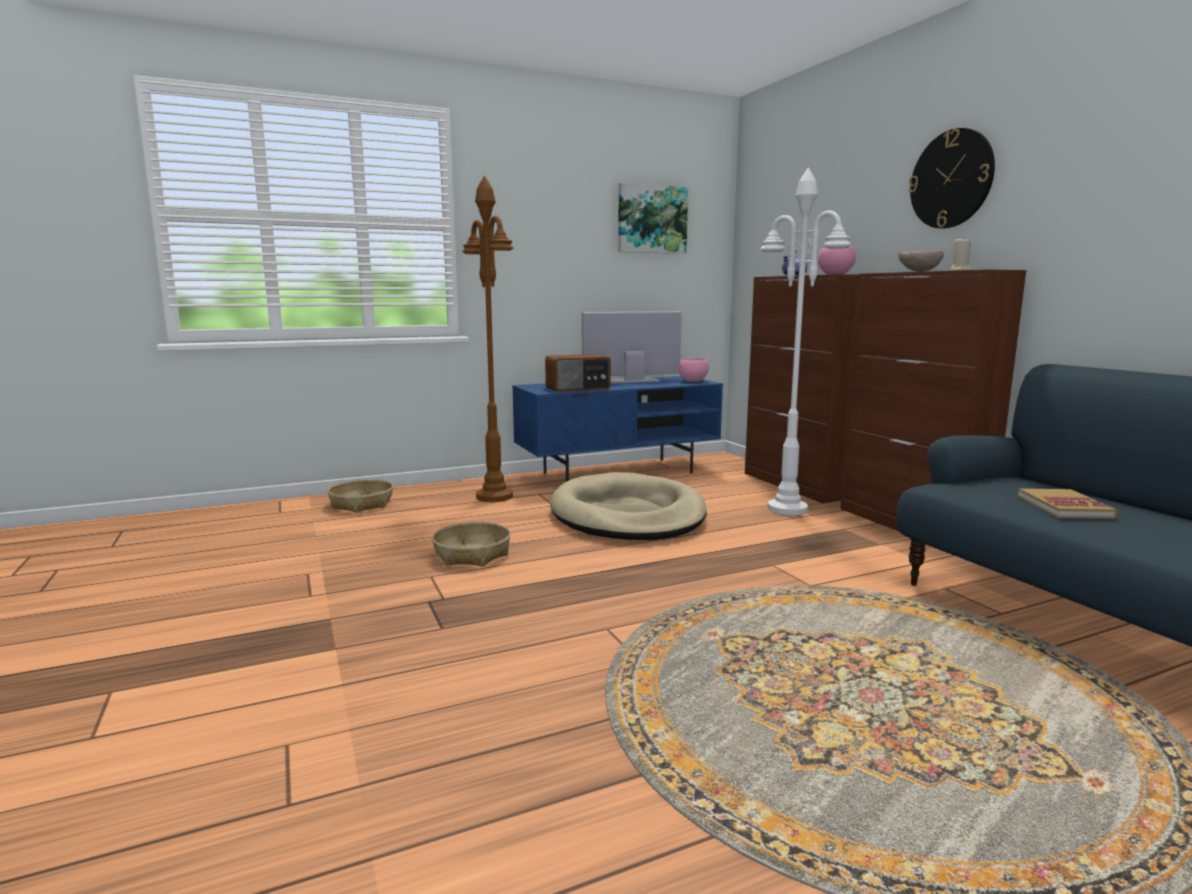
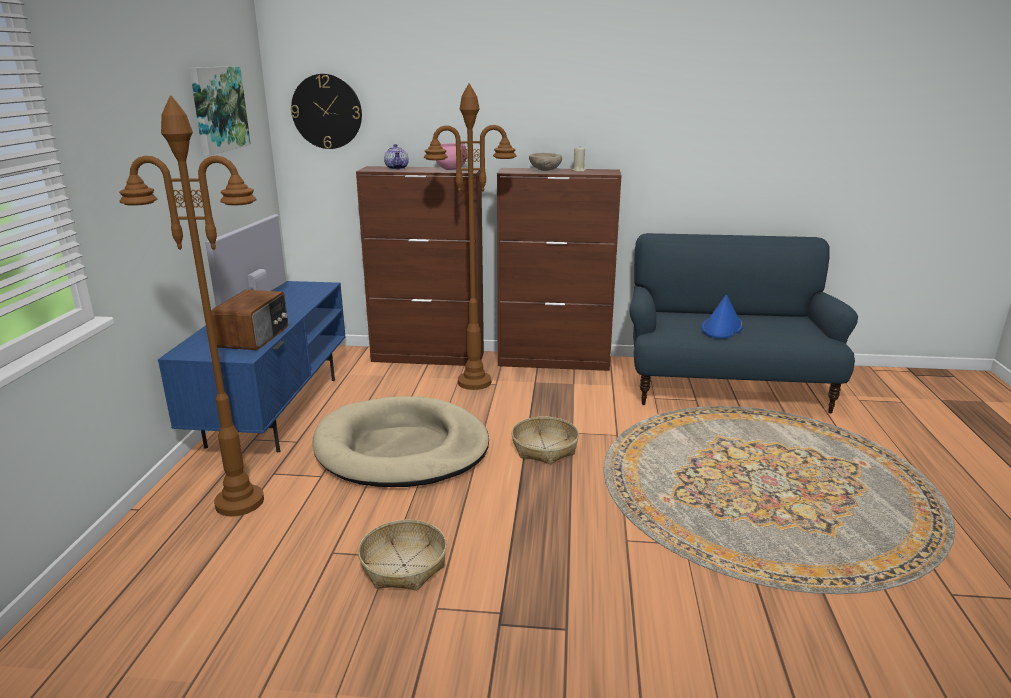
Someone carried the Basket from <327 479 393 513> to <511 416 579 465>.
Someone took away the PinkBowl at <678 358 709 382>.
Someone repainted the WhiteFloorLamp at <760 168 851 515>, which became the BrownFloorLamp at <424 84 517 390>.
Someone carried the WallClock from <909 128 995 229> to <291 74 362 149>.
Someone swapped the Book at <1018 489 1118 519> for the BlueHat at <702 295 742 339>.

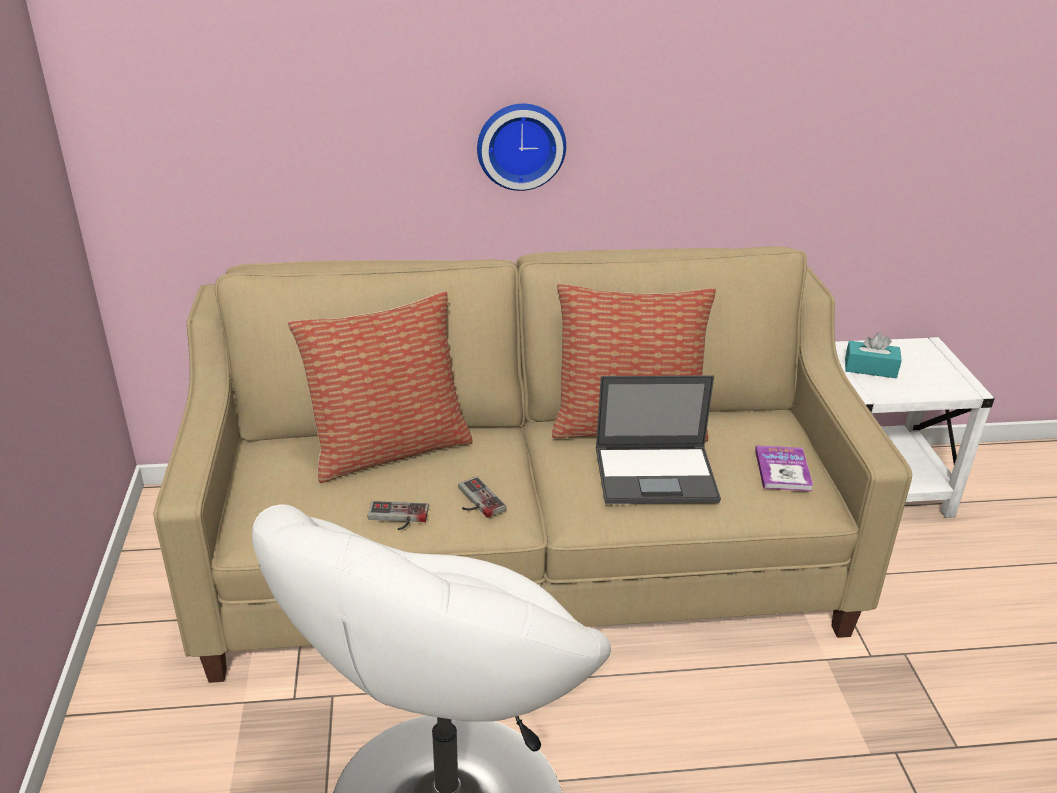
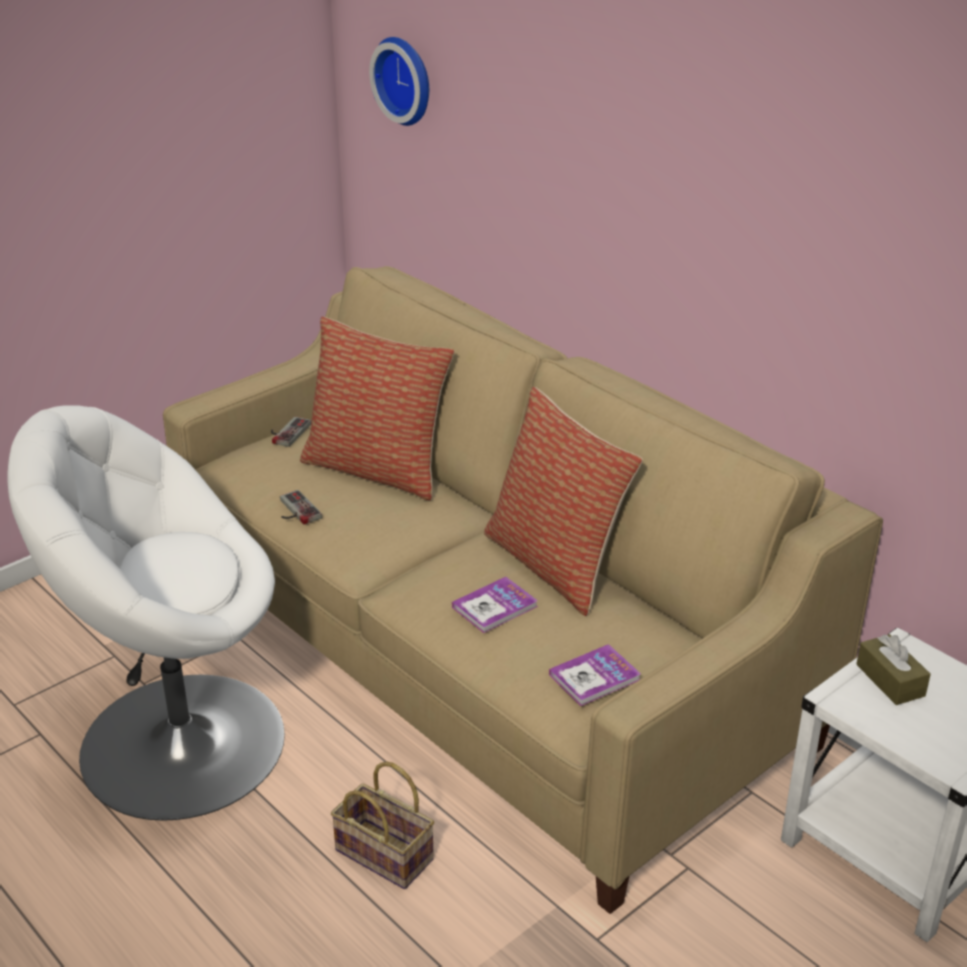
Someone carried the GameController from <458 476 506 518> to <271 417 311 447>.
Someone carried the WallClock from <477 104 566 191> to <369 37 429 126>.
Someone swapped the Laptop at <596 375 721 504> for the Book at <452 577 538 633>.
Someone repainted the TurquoiseTissueBox at <845 332 902 378>, which became the BrownTissueBox at <856 634 931 705>.
Someone put down the Basket at <331 762 434 889>.

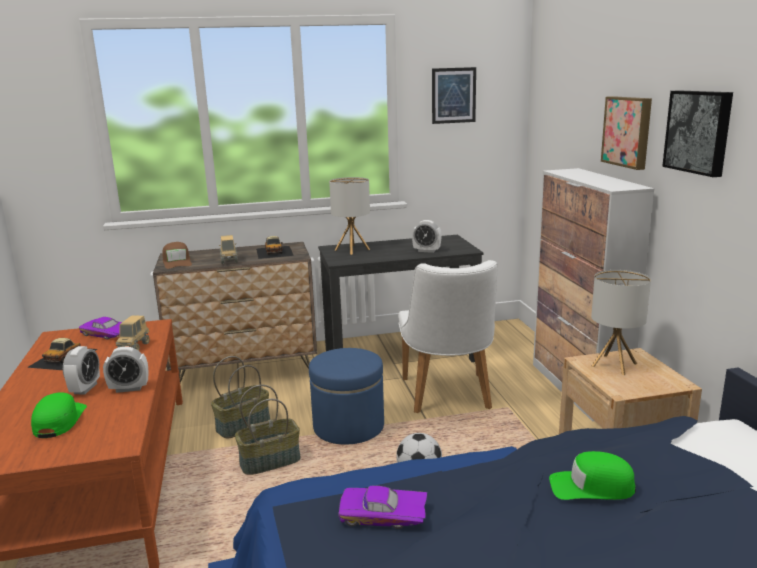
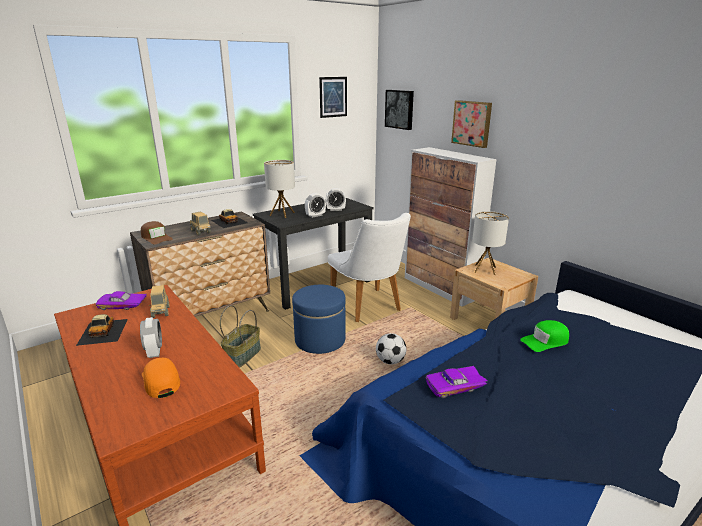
Someone repainted the GreenCap at <31 392 87 438>, which became the OrangeCap at <142 358 180 398>.
Someone carried the AlarmClock from <103 347 148 393> to <305 193 326 218>.
Someone took away the Basket at <235 385 301 475>.
Someone carried the Picture from <662 90 733 177> to <385 90 414 130>.

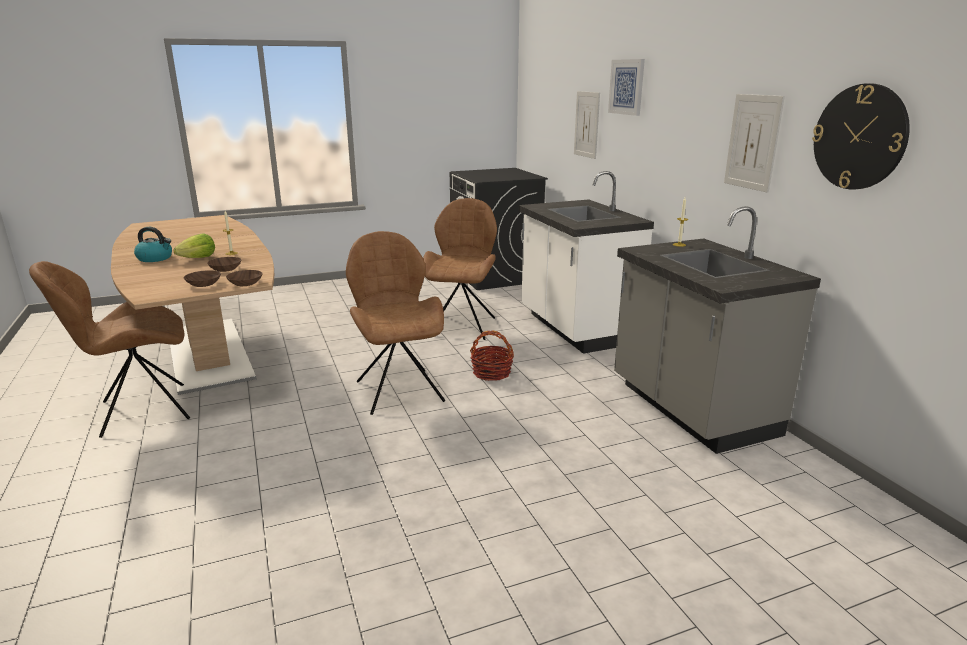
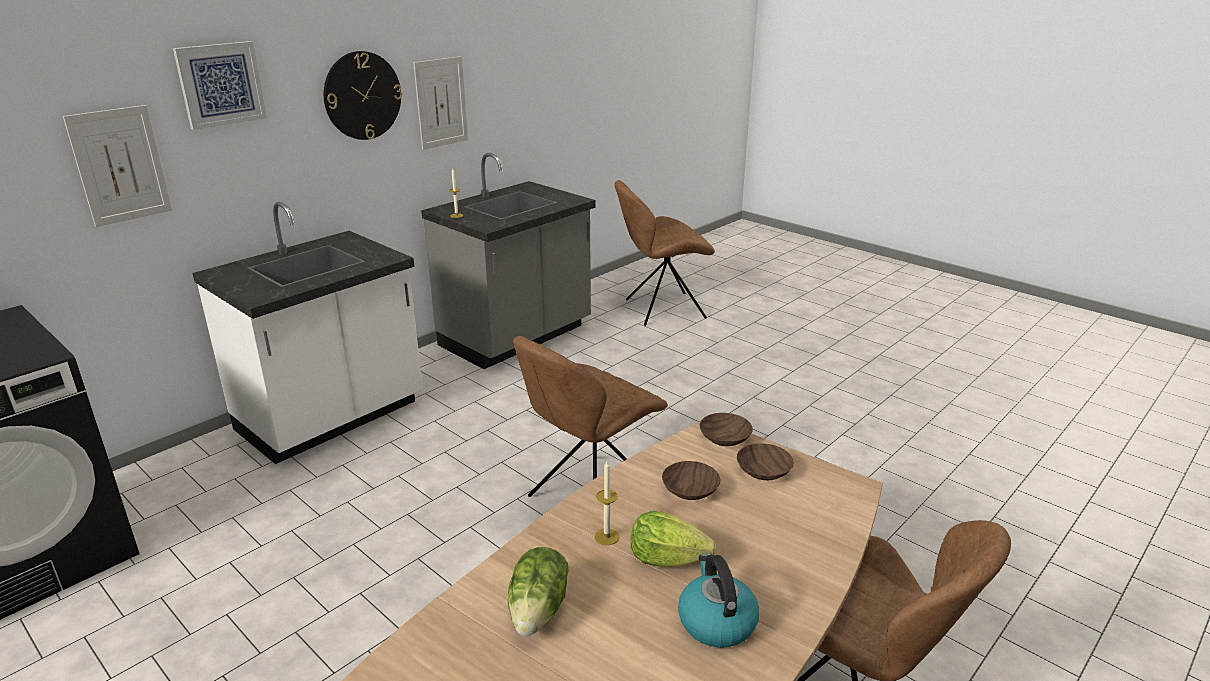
Someone carried the BrownChair from <423 198 497 340> to <614 180 715 326>.
Someone took away the Basket at <470 330 514 381>.
Someone carried the WallClock from <812 83 910 190> to <324 51 402 140>.
Someone put down the Lettuce at <508 547 569 636>.

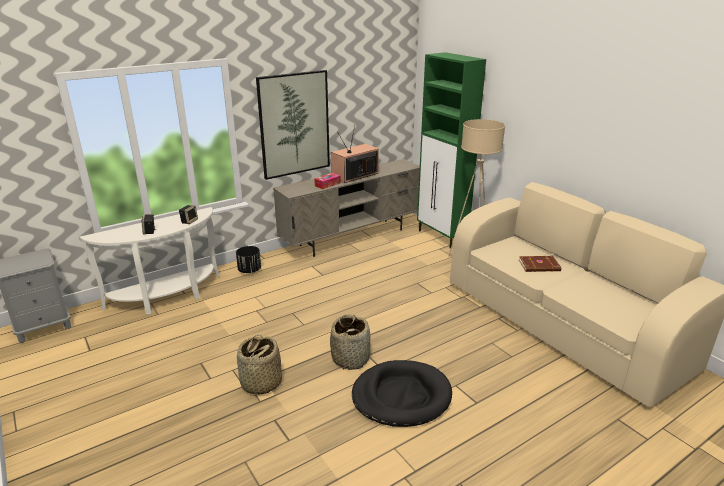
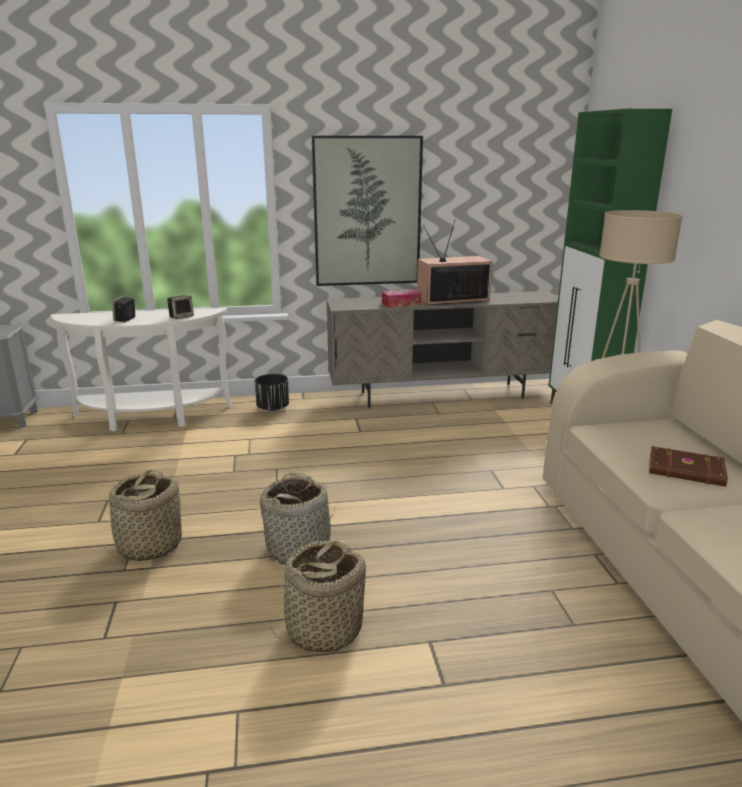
Someone swapped the BlackDogBed at <352 360 452 427> for the Basket at <271 541 366 652>.

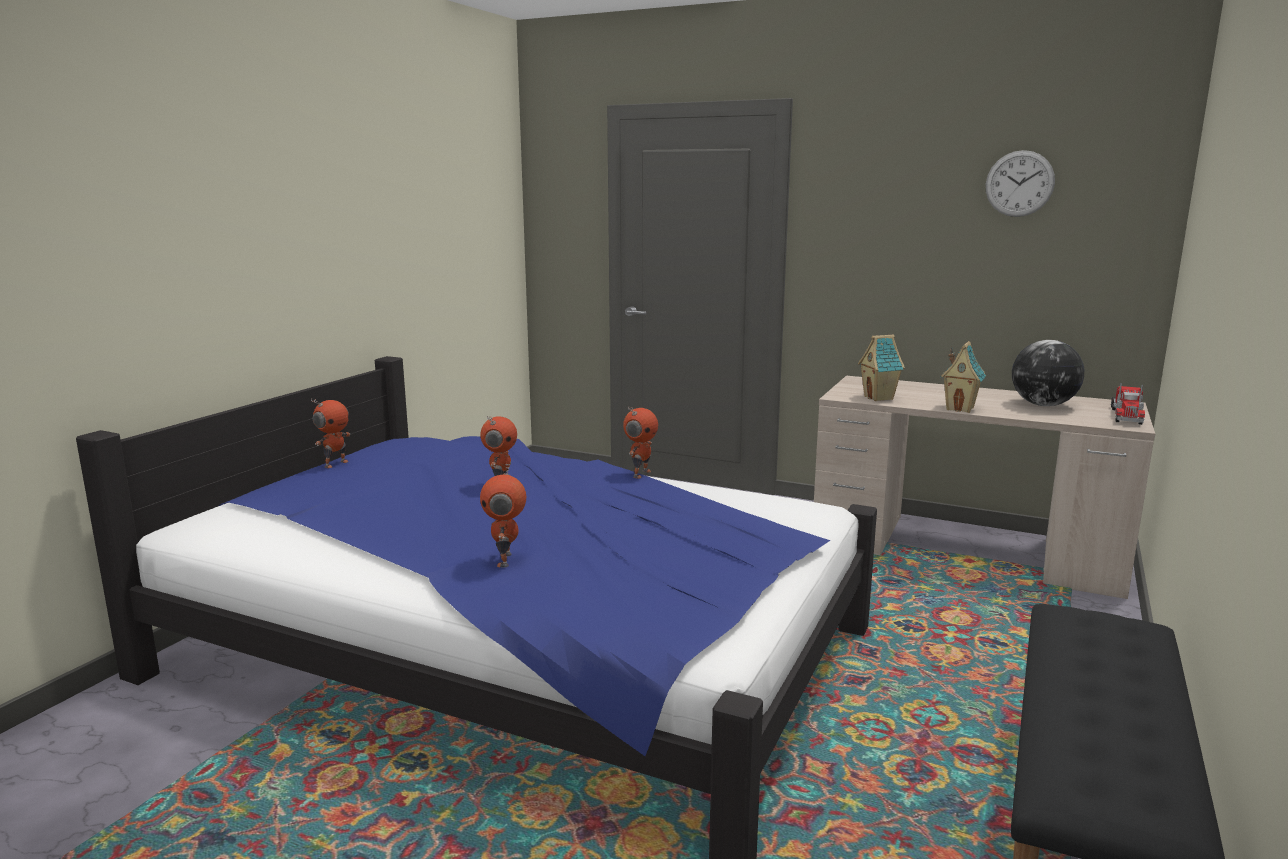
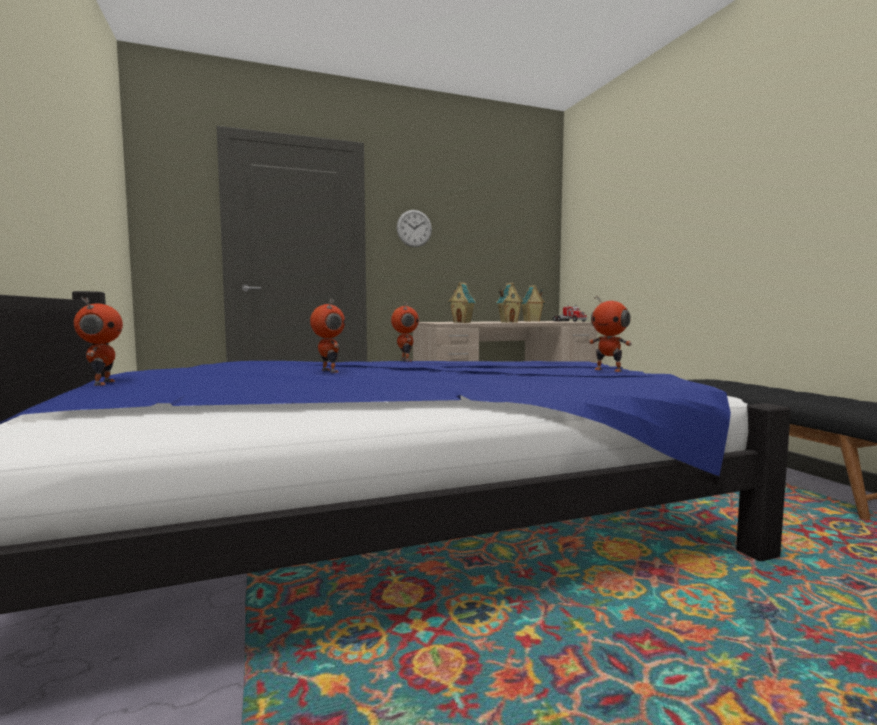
Someone carried the ToyRobot from <480 462 526 568> to <589 295 632 372>.
Someone carried the WallClock from <986 150 1055 217> to <397 210 432 247>.
Someone swapped the Globe at <1012 340 1084 406> for the ToyHouse at <521 285 545 322>.

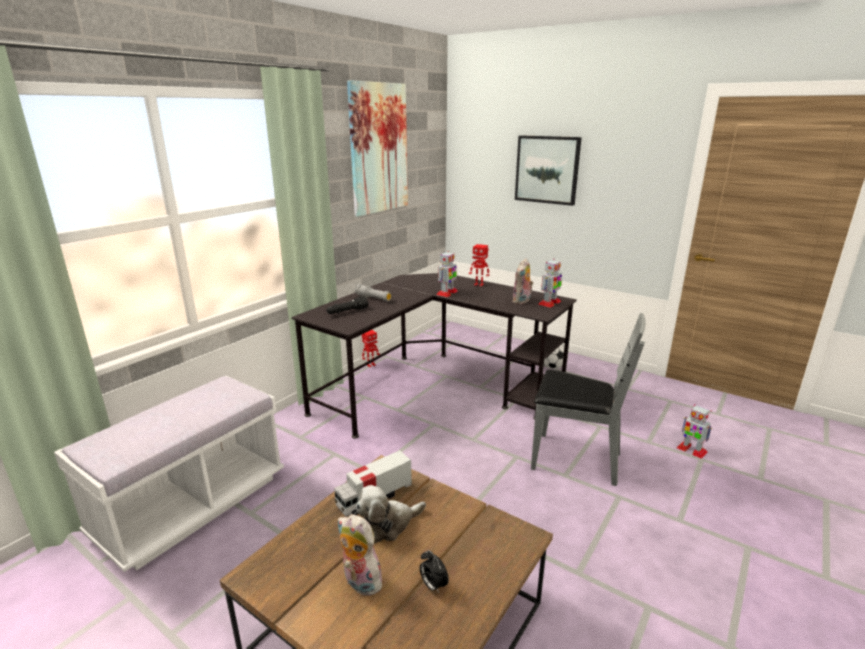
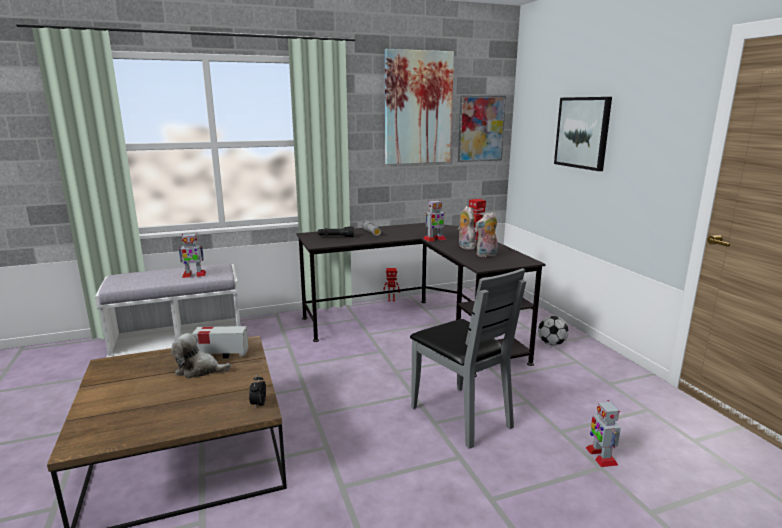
Someone carried the PlushToy from <338 514 386 596> to <458 206 476 250>.
Someone carried the AlarmClock from <420 550 449 594> to <249 374 266 410>.
Someone carried the ToyRobot from <538 259 562 308> to <178 233 206 278>.
Someone put up the Picture at <458 96 506 162>.

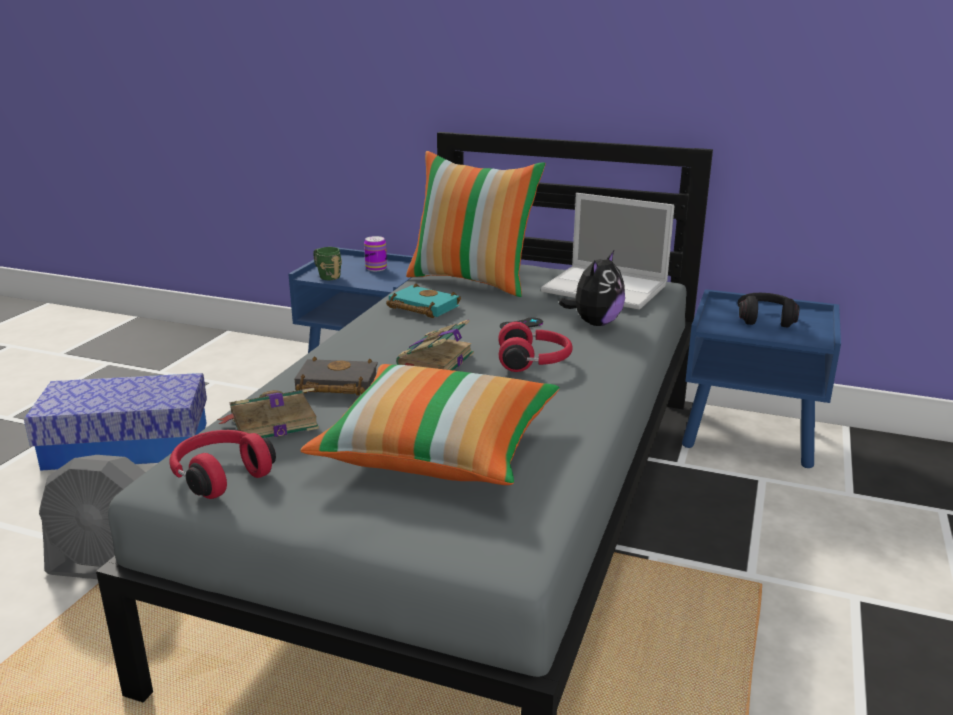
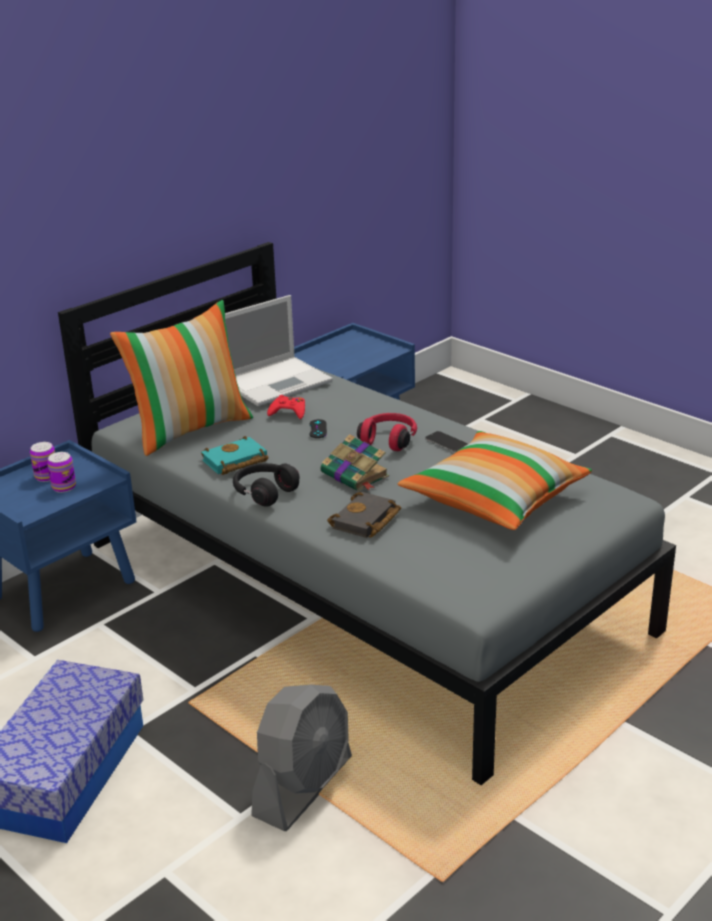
Someone took away the RedHeadphones at <169 430 276 499>.
Someone took away the Book at <217 388 319 438>.
Someone took away the GreenMug at <313 247 342 280>.
Someone took away the PlushToy at <559 251 625 326>.
Someone carried the BlackHeadphones from <738 293 799 327> to <233 463 300 507>.
Someone put down the Can at <47 452 76 493>.
Someone put down the RedGameController at <267 395 305 419>.
Someone put down the Phone at <425 431 468 452>.

